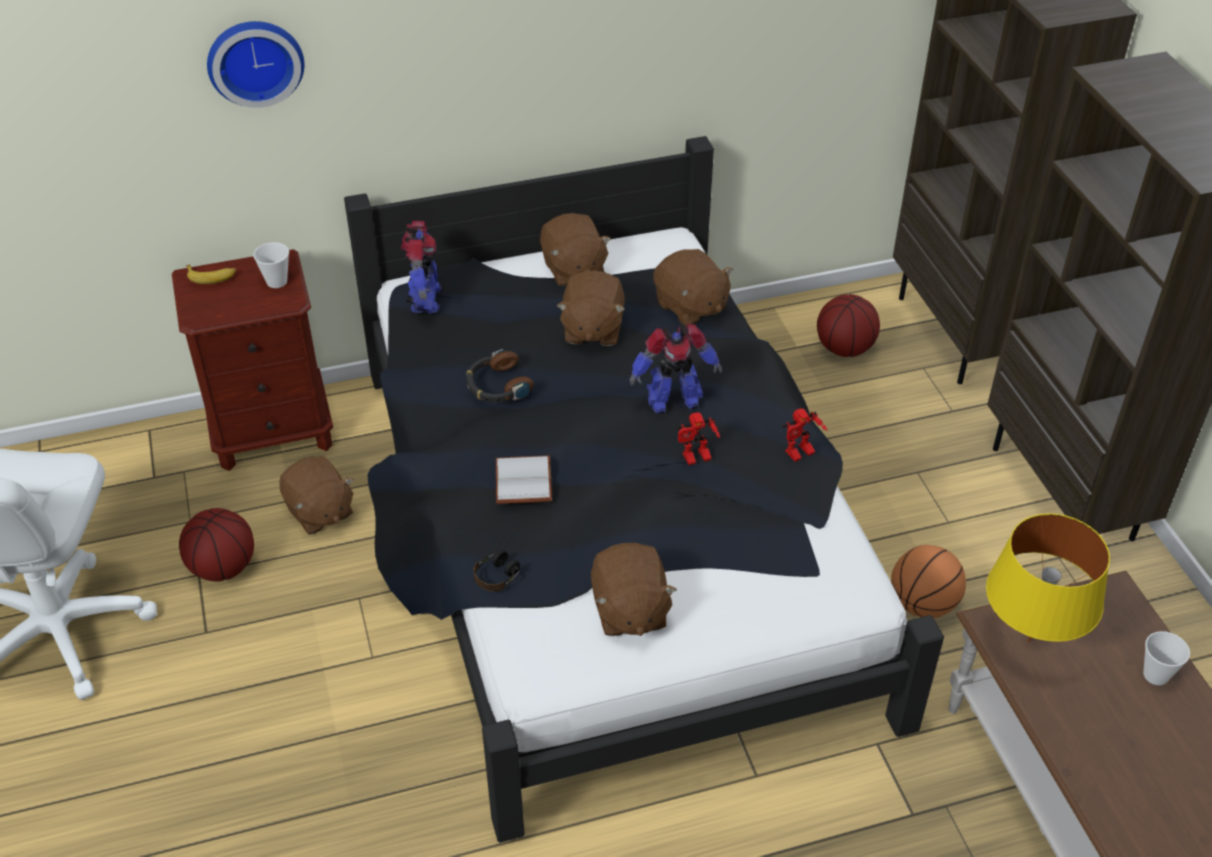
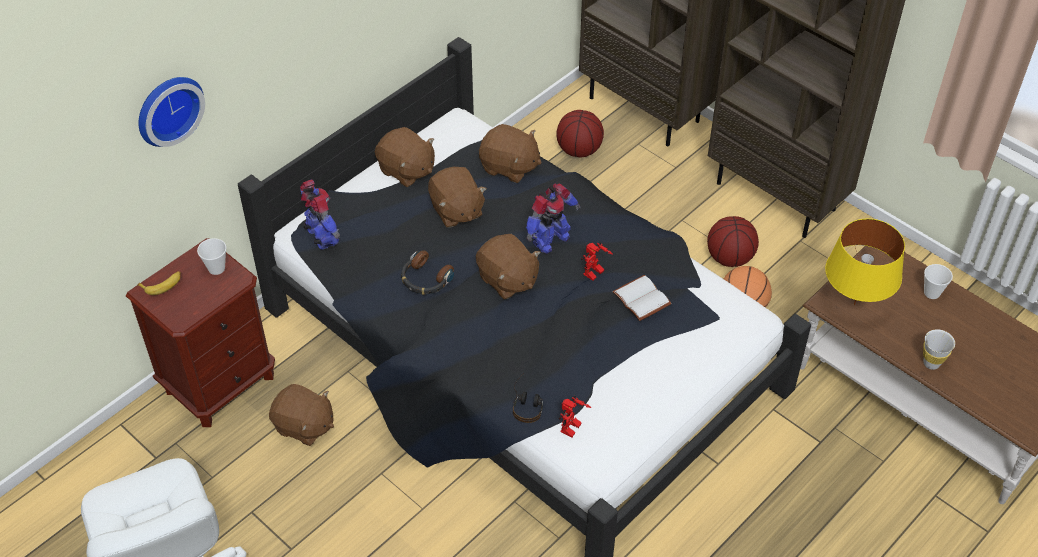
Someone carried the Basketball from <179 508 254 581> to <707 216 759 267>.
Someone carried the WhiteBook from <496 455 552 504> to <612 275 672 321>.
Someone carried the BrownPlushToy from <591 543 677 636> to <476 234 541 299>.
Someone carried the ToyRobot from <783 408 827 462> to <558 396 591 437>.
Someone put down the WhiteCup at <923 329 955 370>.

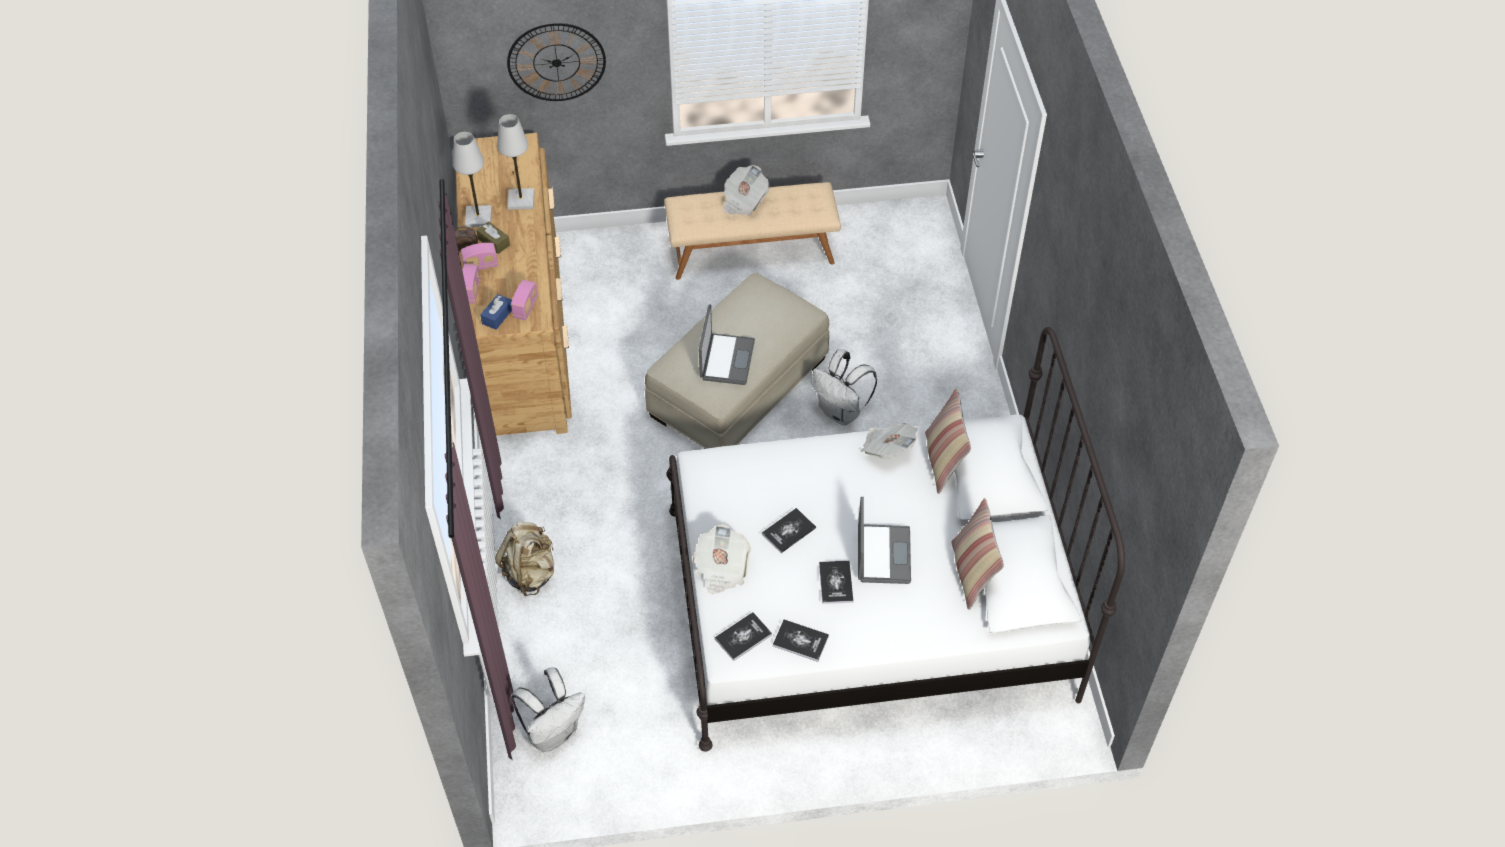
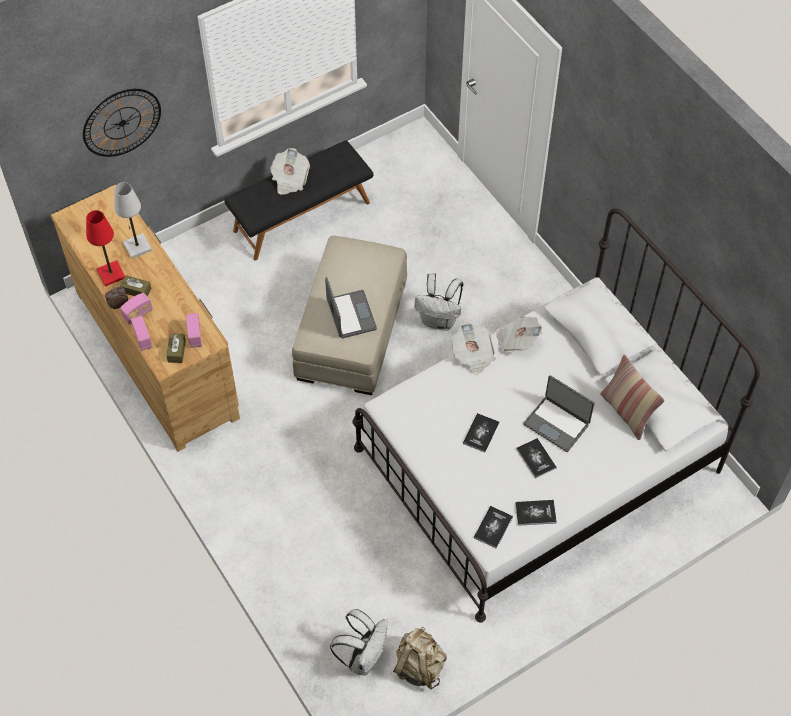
Someone repainted the WhiteTableLamp at <453 132 492 227>, which became the RedTableLamp at <86 210 125 286>.
Someone repainted the BlueTissueBox at <480 294 512 330>, which became the BrownTissueBox at <166 333 186 363>.
Someone carried the BeigeBackpack from <495 522 554 596> to <393 627 447 690>.
Someone repainted the BeigeBench at <664 182 841 280>, which became the BlackBench at <224 140 373 261>.
Someone carried the Newspaper from <693 524 751 594> to <452 322 496 375>.
Someone rotated the Laptop at <858 497 911 584> by 150 degrees clockwise.
Someone took away the Pillow at <925 388 971 494>.

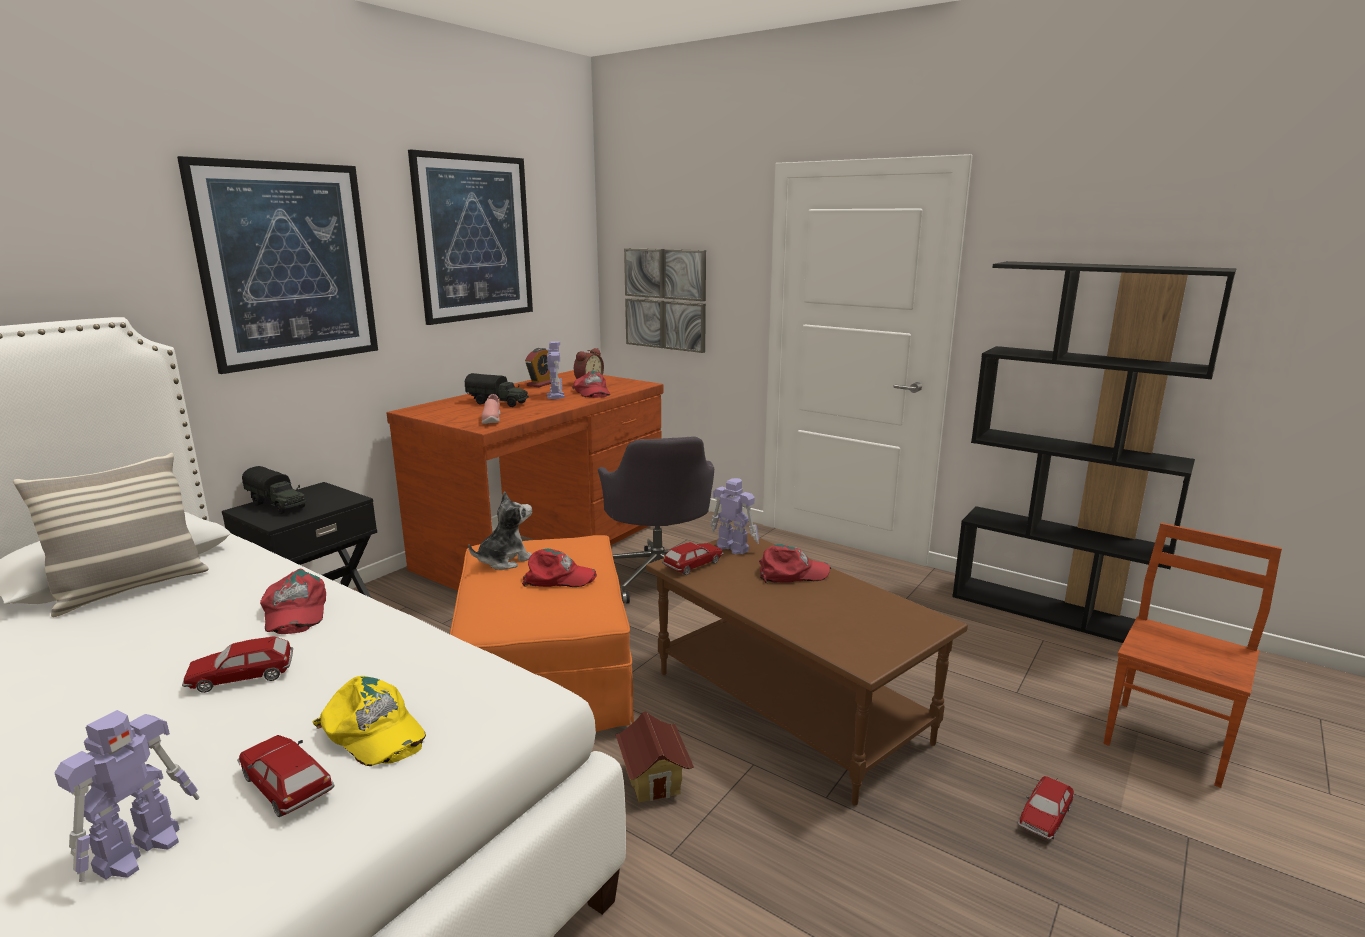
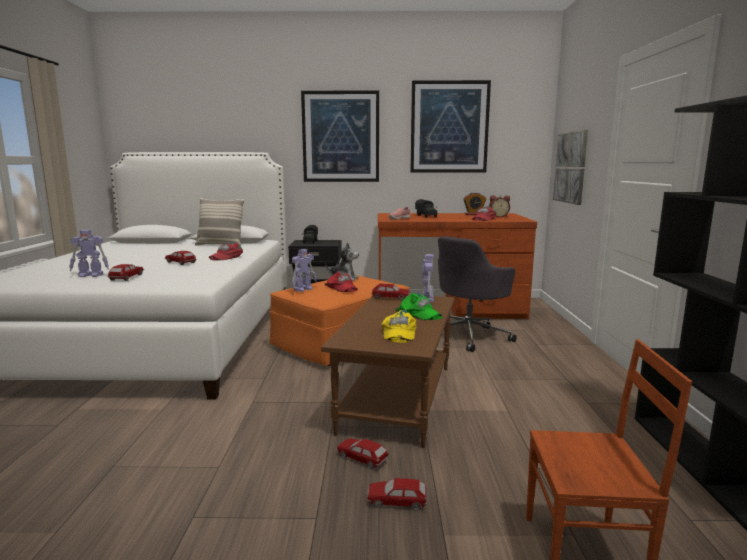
Someone carried the YellowCap from <312 676 426 766> to <382 309 416 343>.
Someone carried the ToyRobot from <547 341 565 399> to <292 249 317 292>.
Someone took away the ToyHouse at <616 712 694 802>.
Someone repainted the RedCap at <759 544 831 584>, which became the GreenCap at <395 293 442 320>.
Someone put down the ToyCar at <336 439 390 469>.

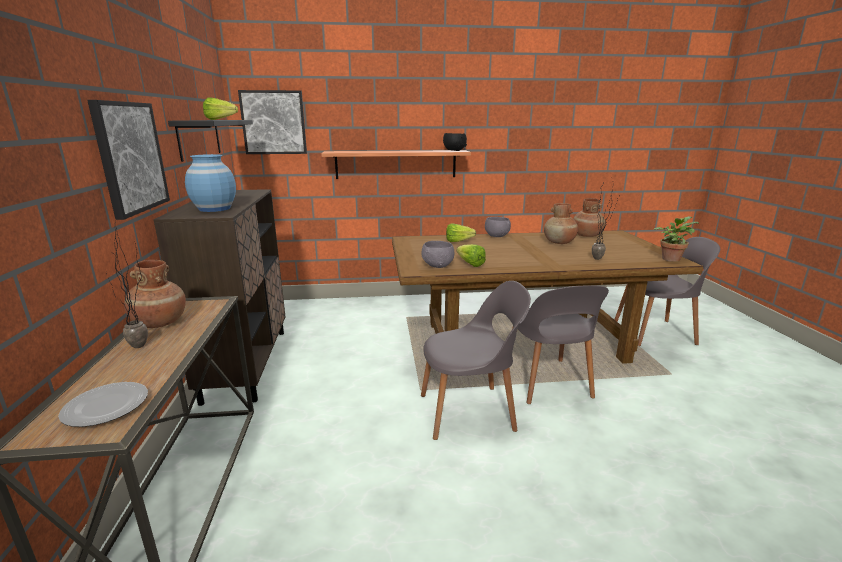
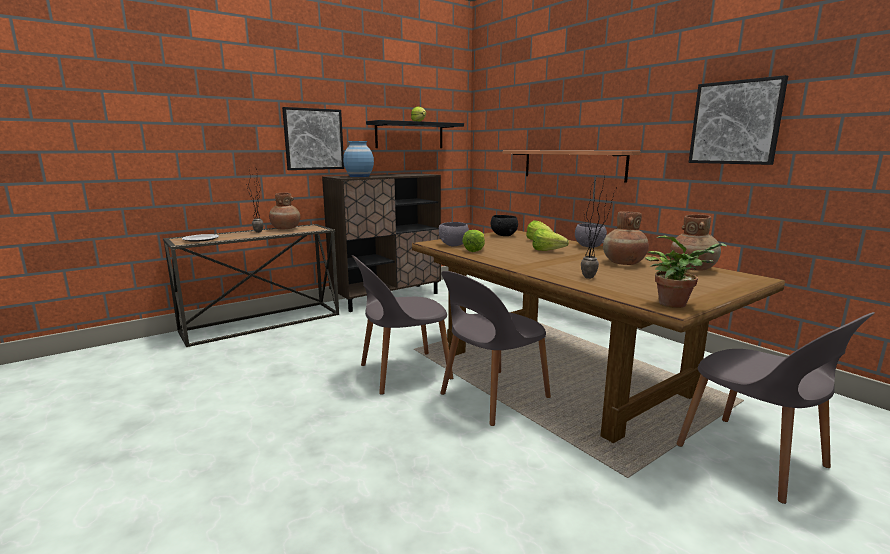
Someone carried the Picture from <238 90 307 154> to <688 75 788 165>.
Someone rotated the GreyChair at <421 281 531 440> by 105 degrees clockwise.
Someone carried the BlackBowl from <443 133 467 151> to <491 215 518 236>.
Someone put down the Lettuce at <532 229 569 251>.

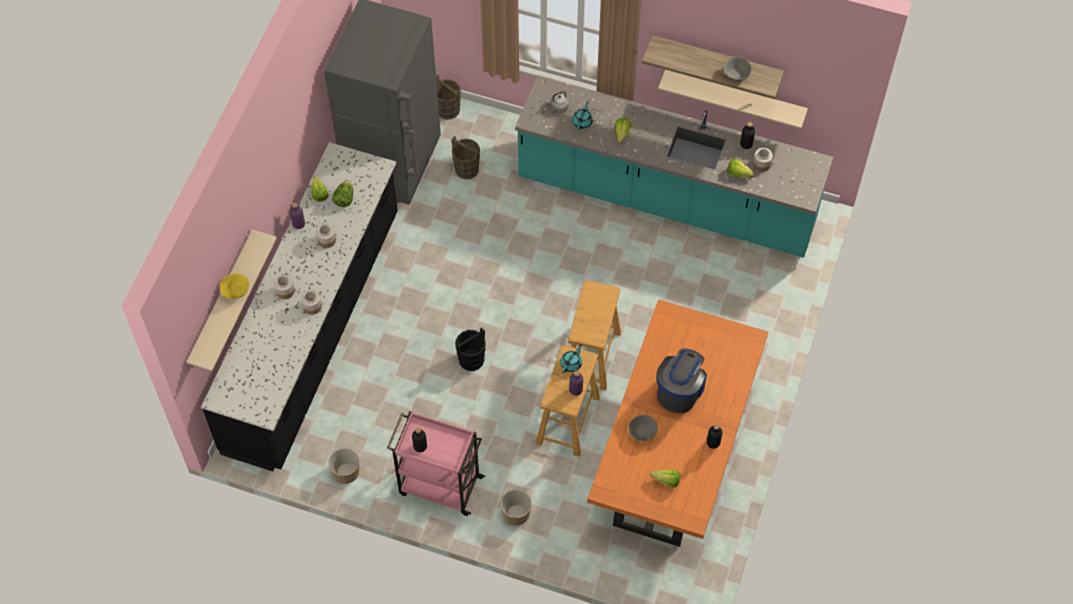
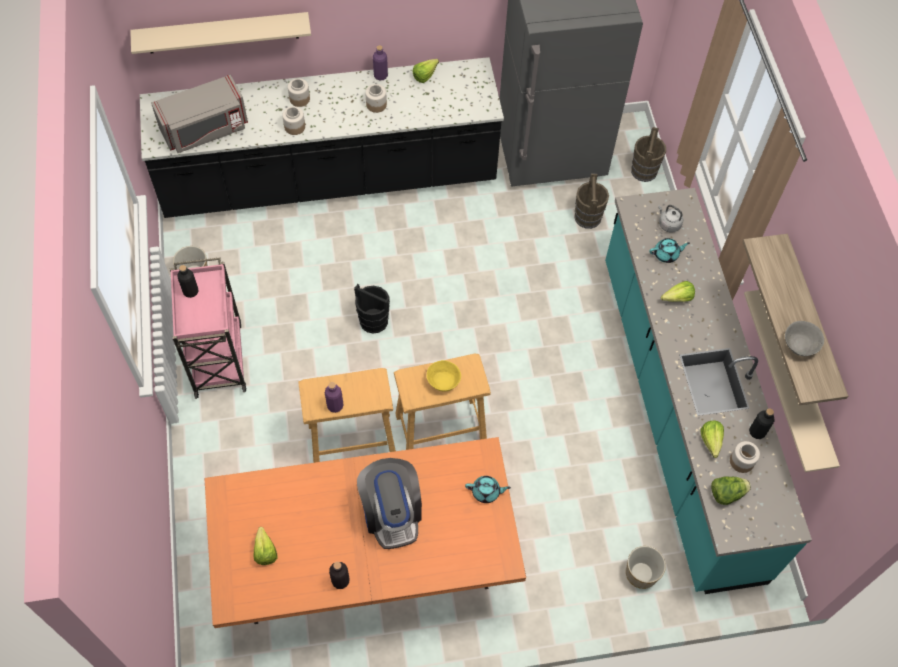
Someone carried the YellowBowl from <219 273 249 299> to <427 360 461 391>.
Someone carried the Lettuce from <332 180 353 207> to <711 476 751 505>.
Someone carried the Planter from <501 489 532 525> to <626 546 666 589>.
Someone carried the TurquoiseTeapot from <560 344 582 373> to <465 476 511 503>.
Someone took away the GreyBowl at <629 415 658 441>.
Someone rotated the CoffeeMachine at <656 348 707 413> by 75 degrees clockwise.
Someone put down the GreyMicrowave at <151 75 248 153>.

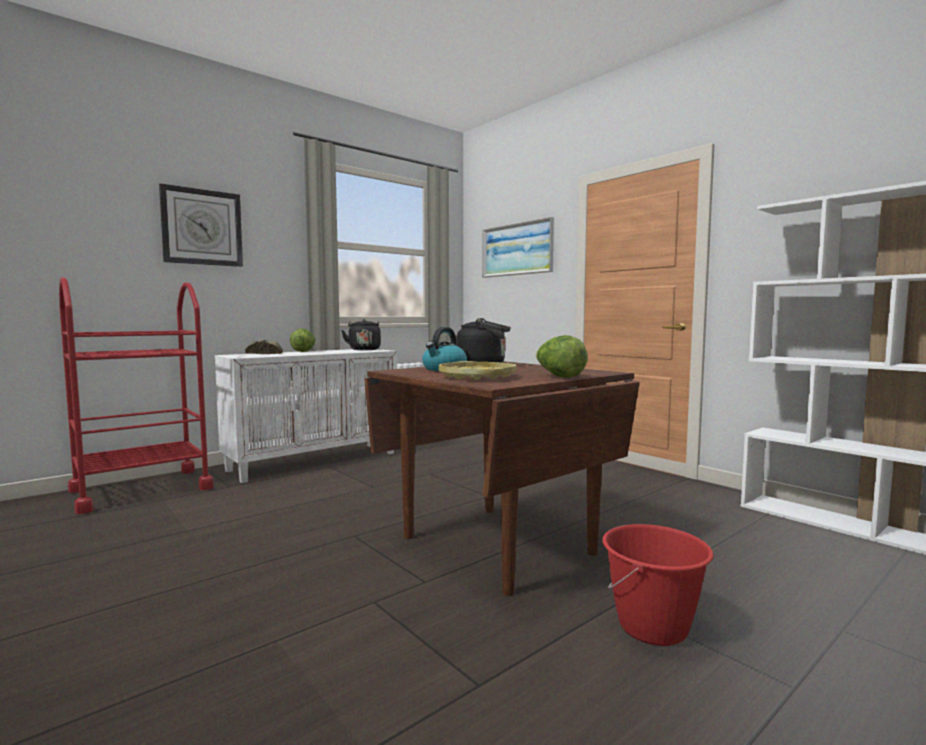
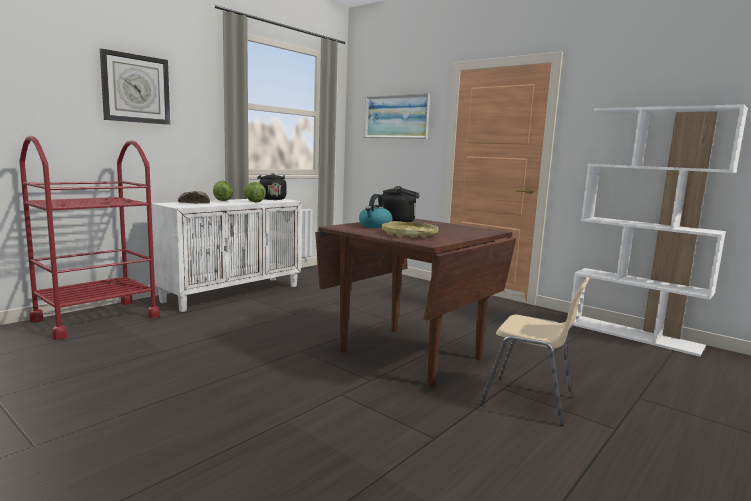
Someone carried the Lettuce from <536 335 588 378> to <243 182 266 202>.
Someone swapped the RedBucket at <602 524 714 646> for the BeigeChair at <479 277 590 426>.

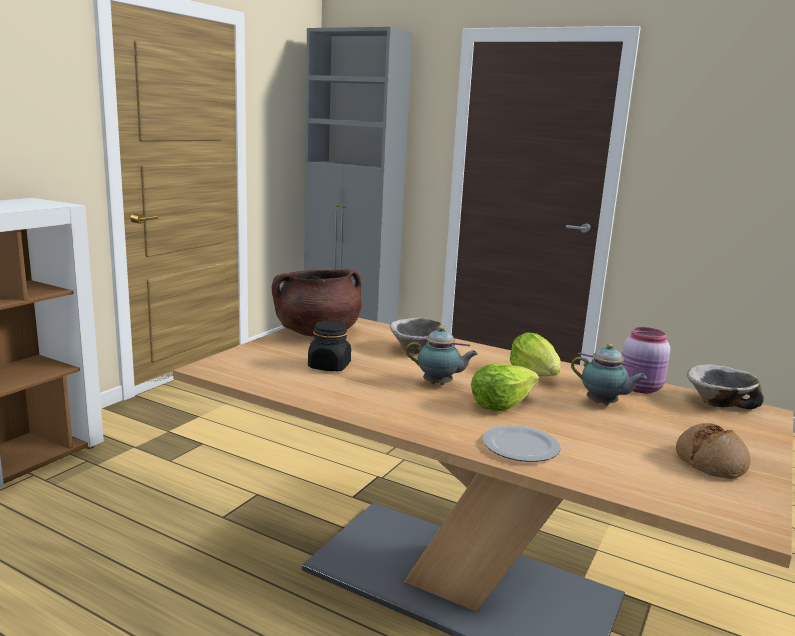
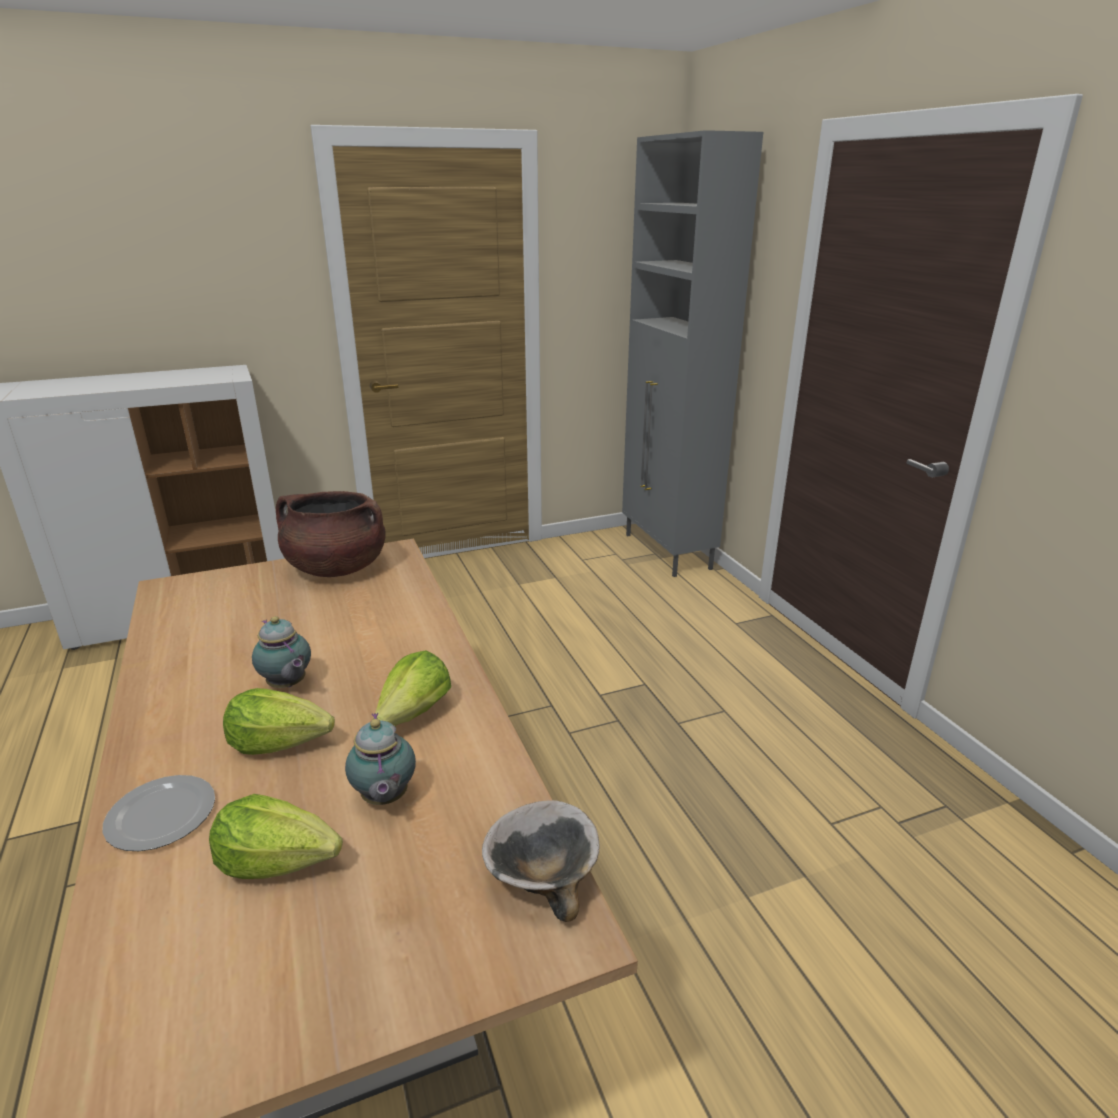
Someone took away the BlackJar at <308 321 351 371>.
Someone took away the Bowl at <390 318 447 354>.
Someone took away the PinkJar at <622 327 671 393>.
Someone took away the Bread at <676 423 750 479>.
Someone put down the Lettuce at <209 794 343 879>.

